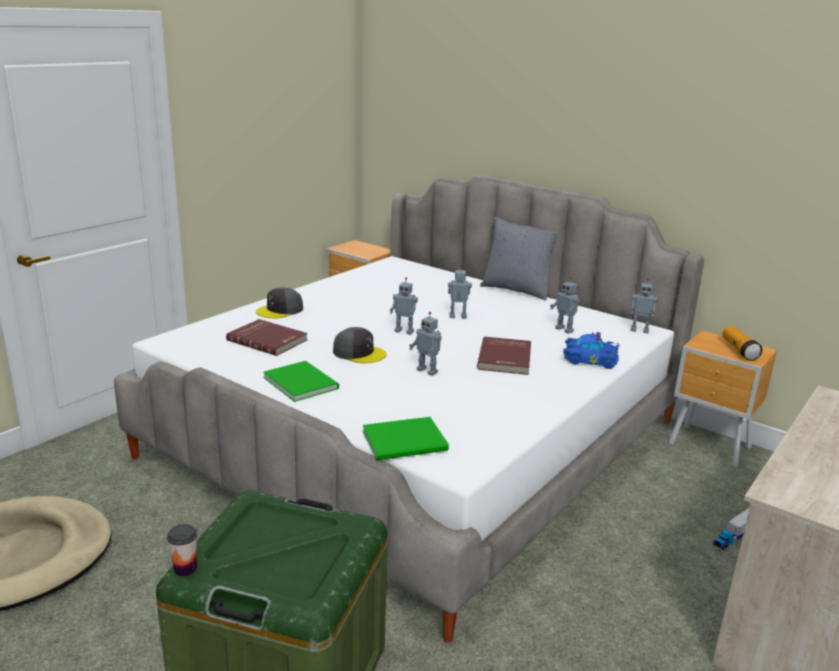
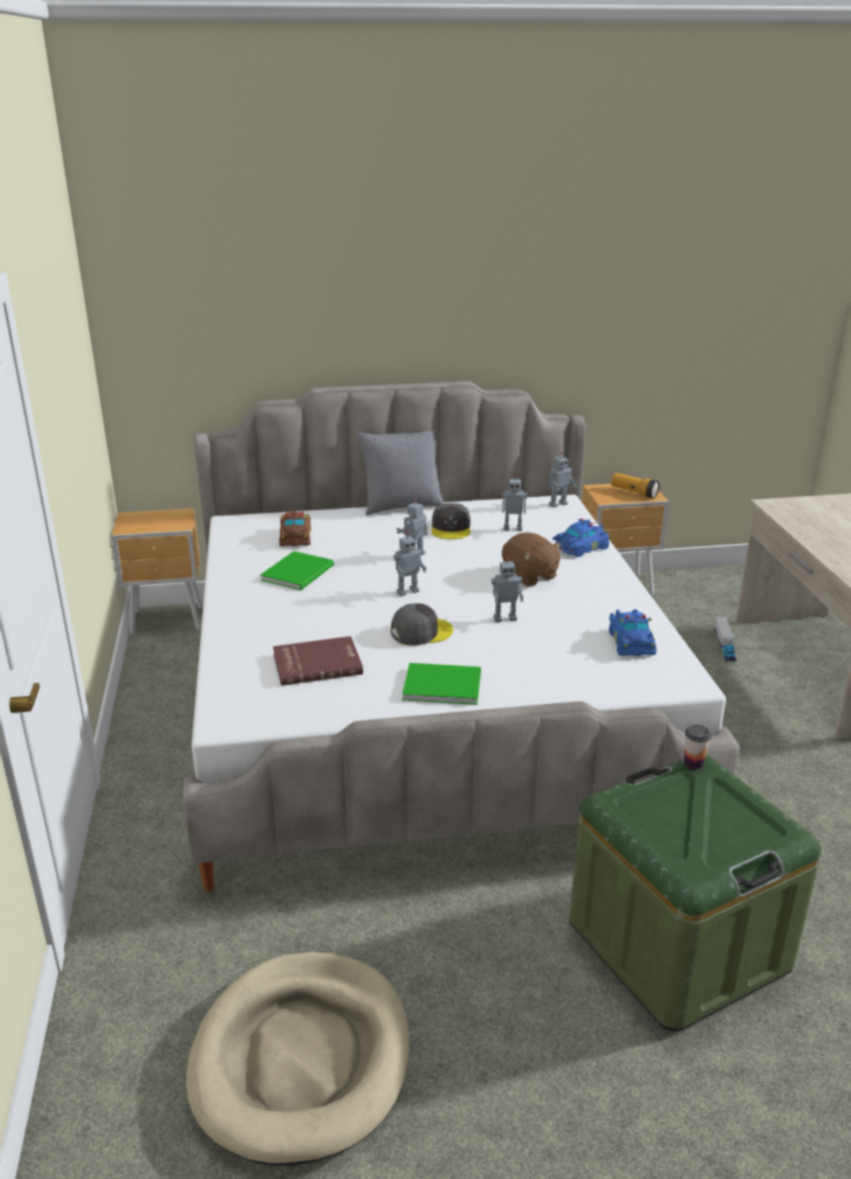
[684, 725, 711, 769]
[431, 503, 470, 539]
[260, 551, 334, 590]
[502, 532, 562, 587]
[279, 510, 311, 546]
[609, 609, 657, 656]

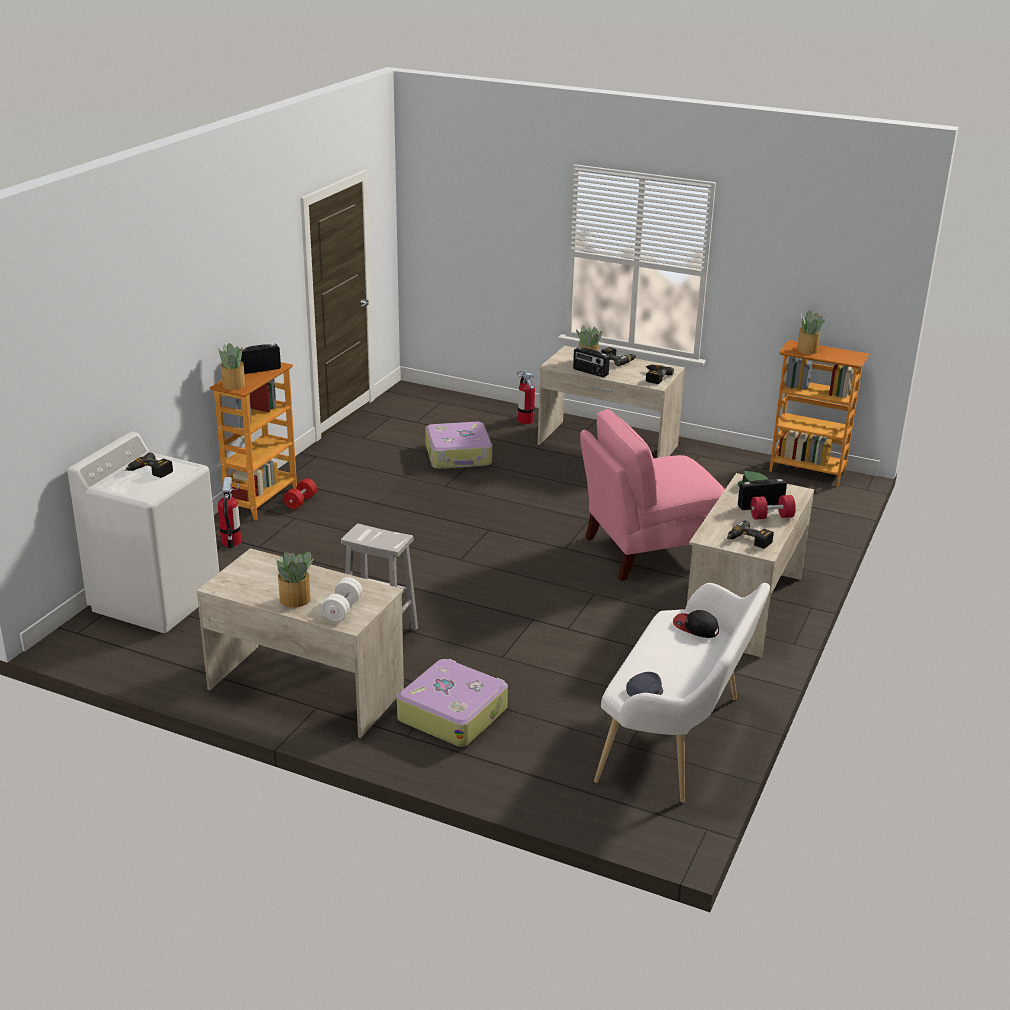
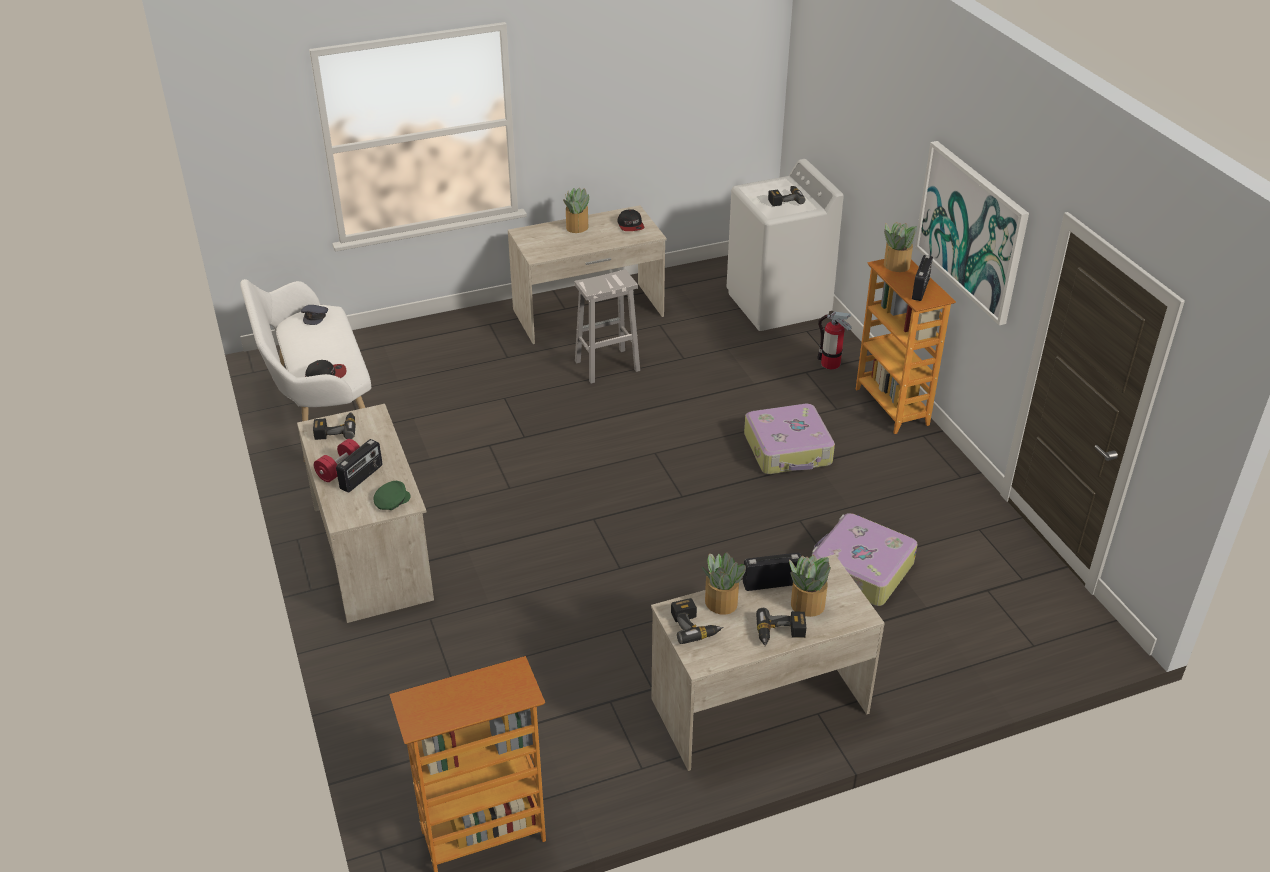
[283, 478, 317, 509] (first image)
[321, 577, 363, 622] (first image)
[744, 404, 835, 474]
[517, 371, 535, 424] (first image)
[580, 408, 725, 581] (first image)
[702, 552, 746, 615]
[617, 209, 644, 231]
[915, 141, 1029, 325]

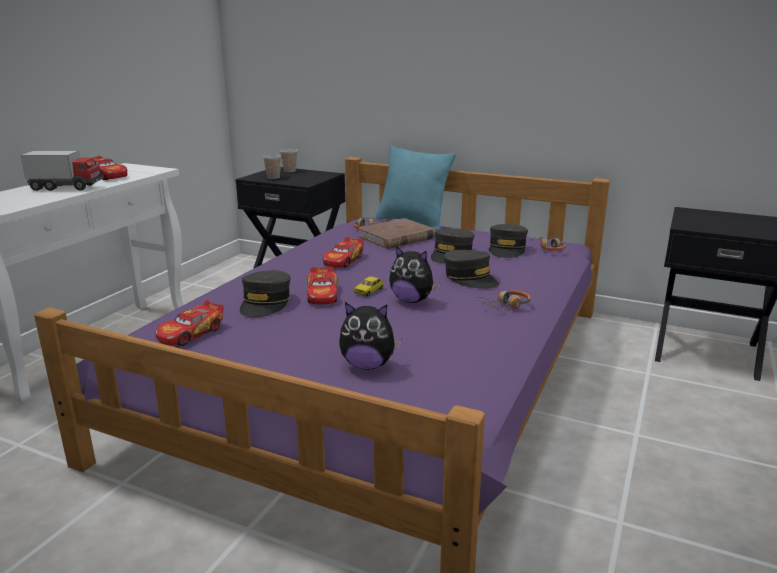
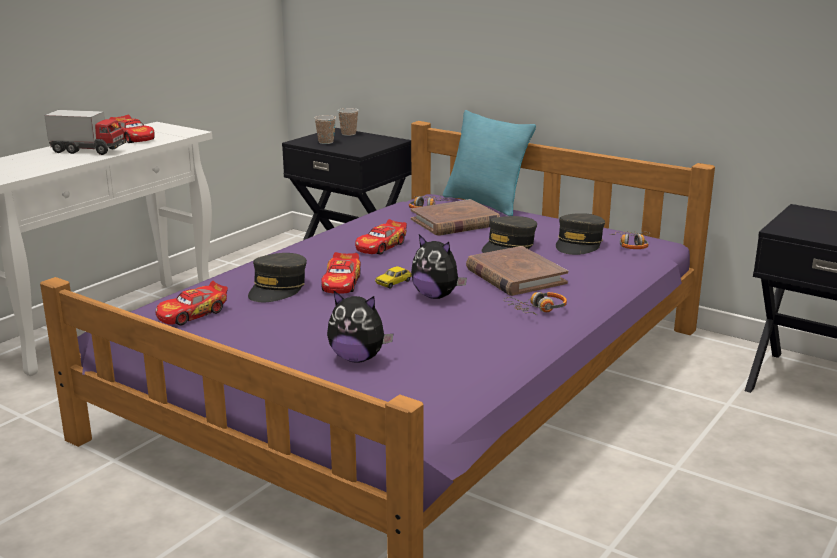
[466, 246, 568, 296]

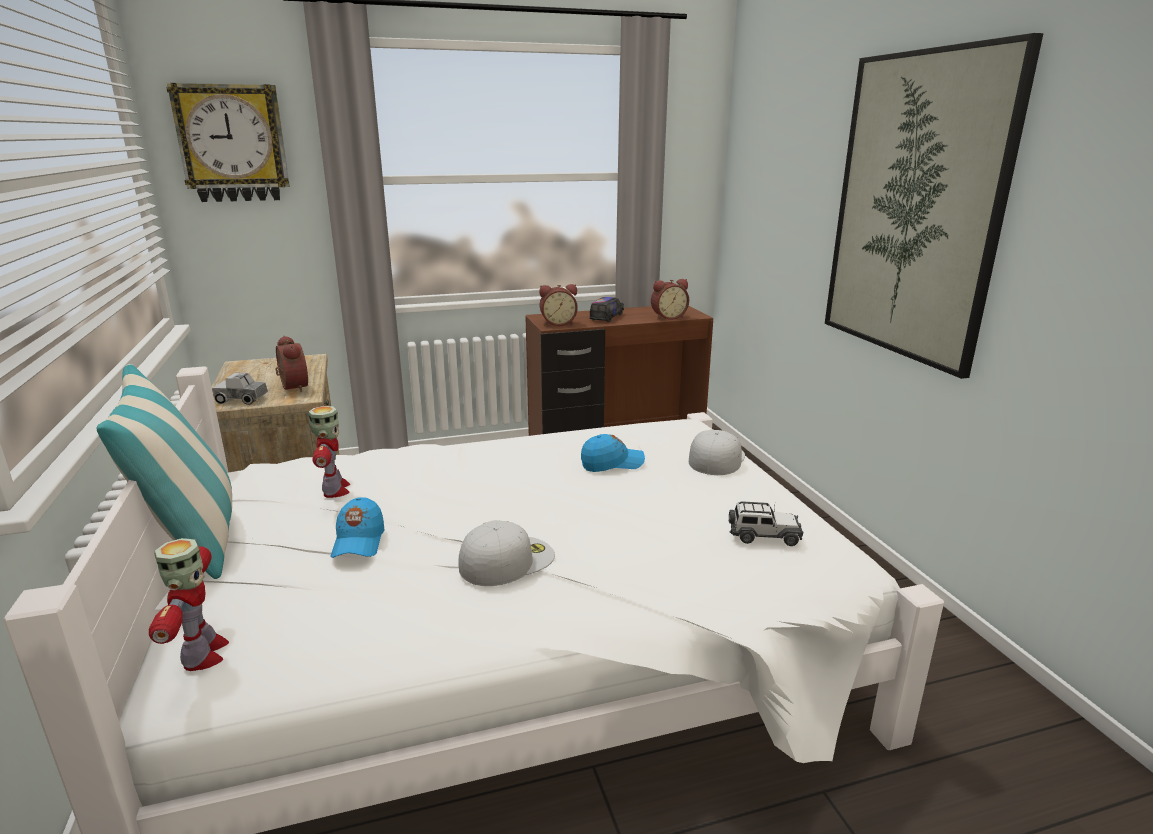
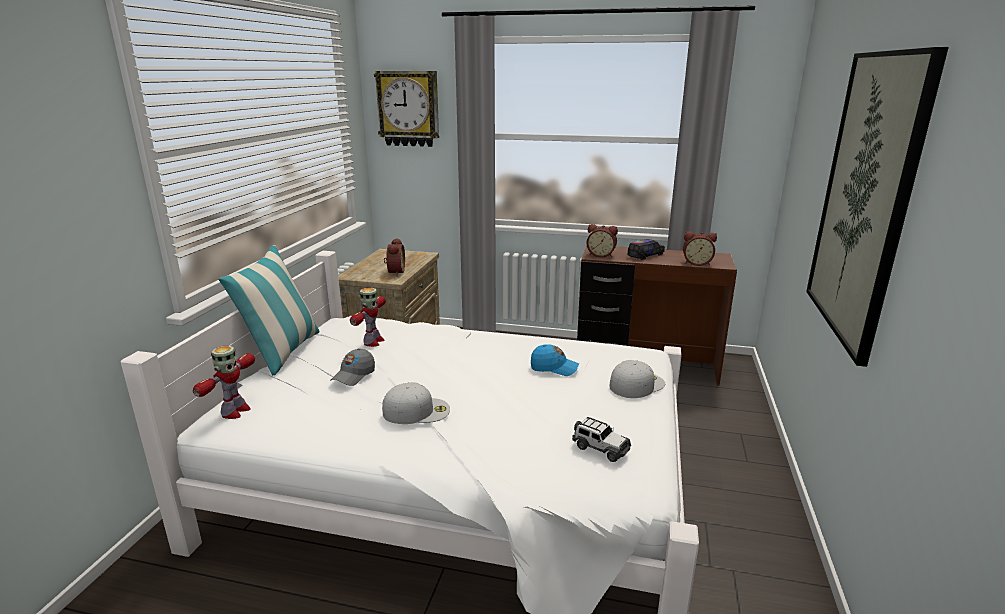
[212, 373, 268, 405] (first image)
[331, 348, 375, 386]

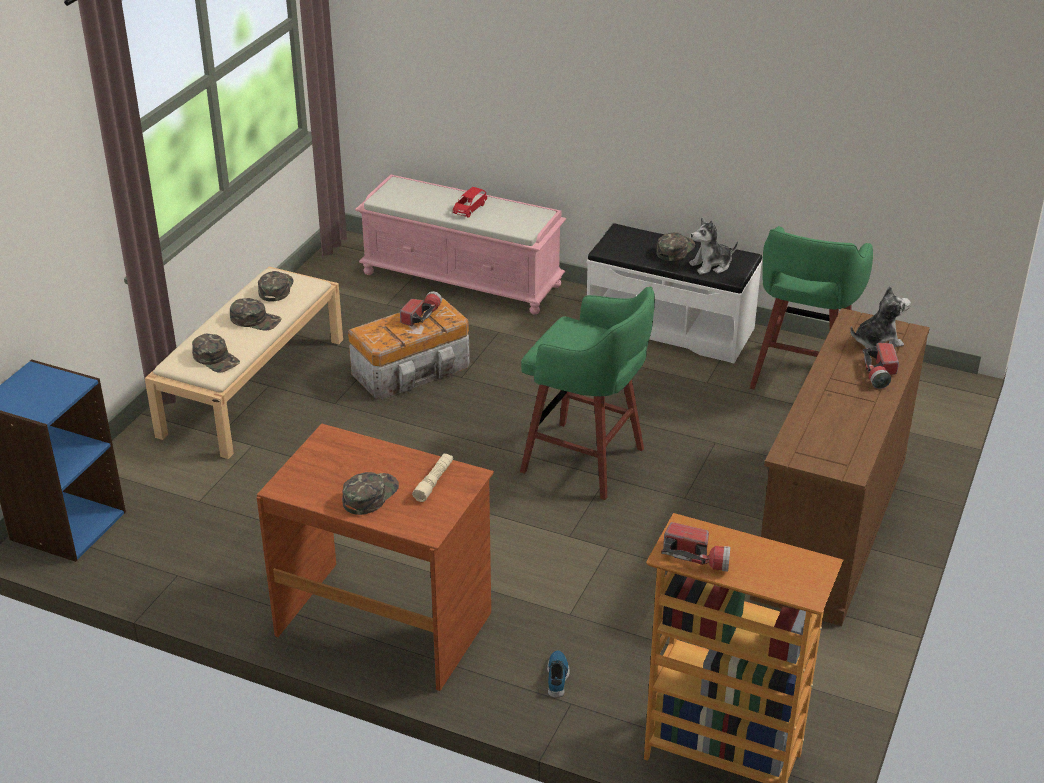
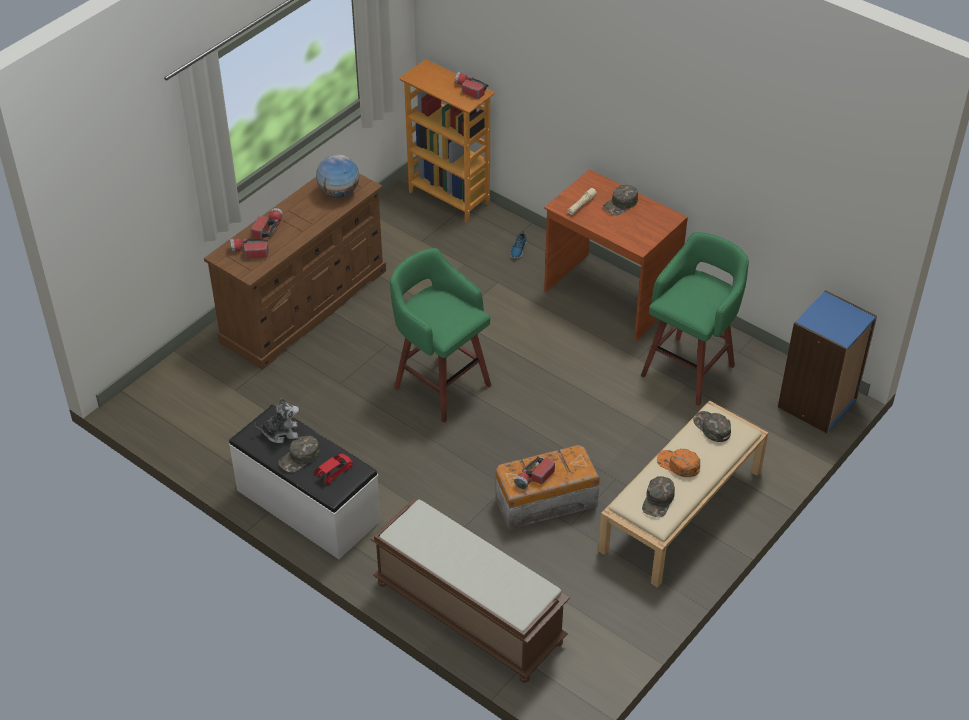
[657, 449, 700, 477]
[370, 498, 570, 683]
[314, 454, 353, 484]
[641, 232, 749, 406]
[230, 238, 269, 258]
[316, 154, 359, 198]

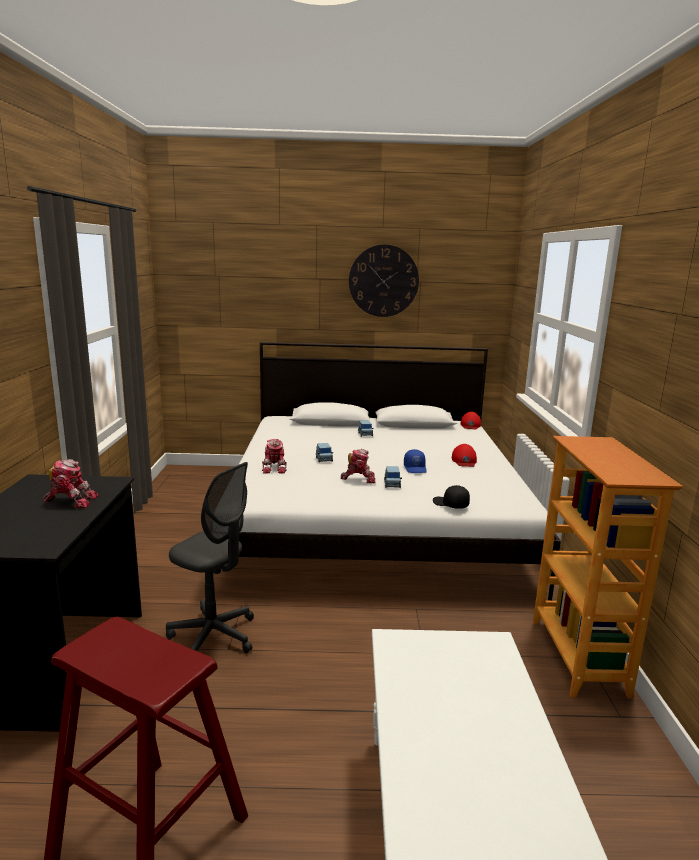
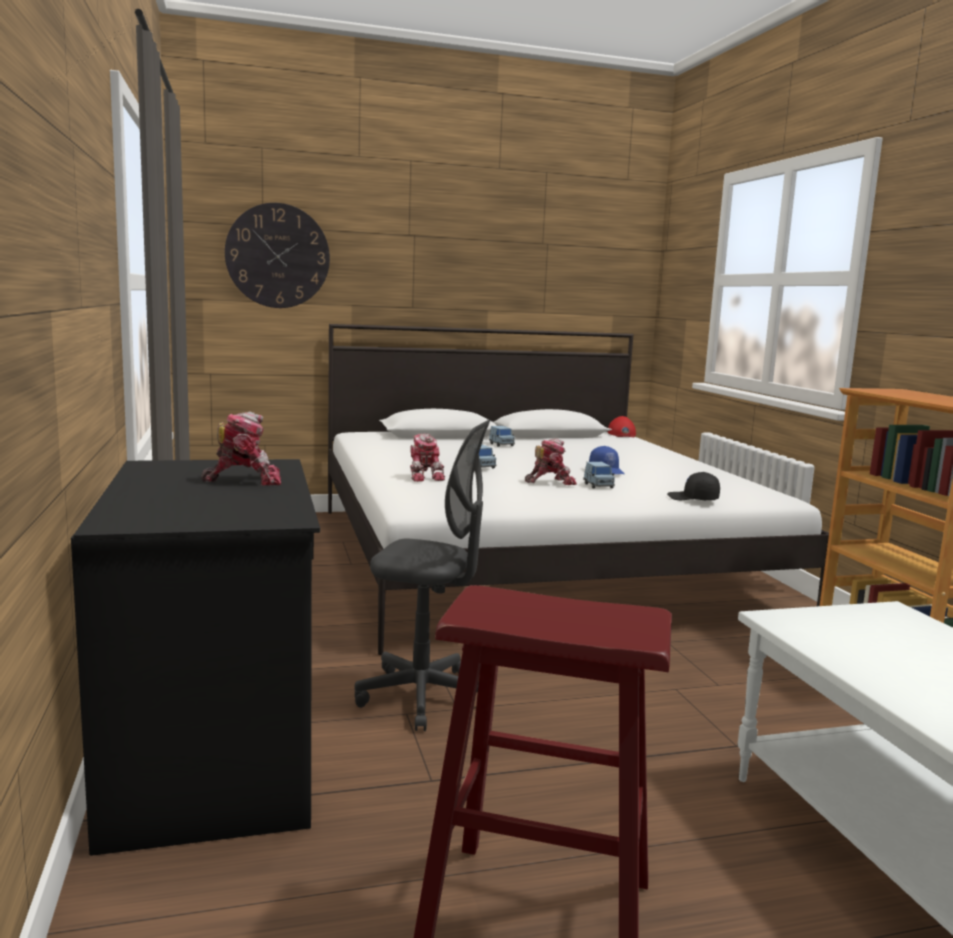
[225, 203, 330, 308]
[452, 444, 477, 467] (first image)

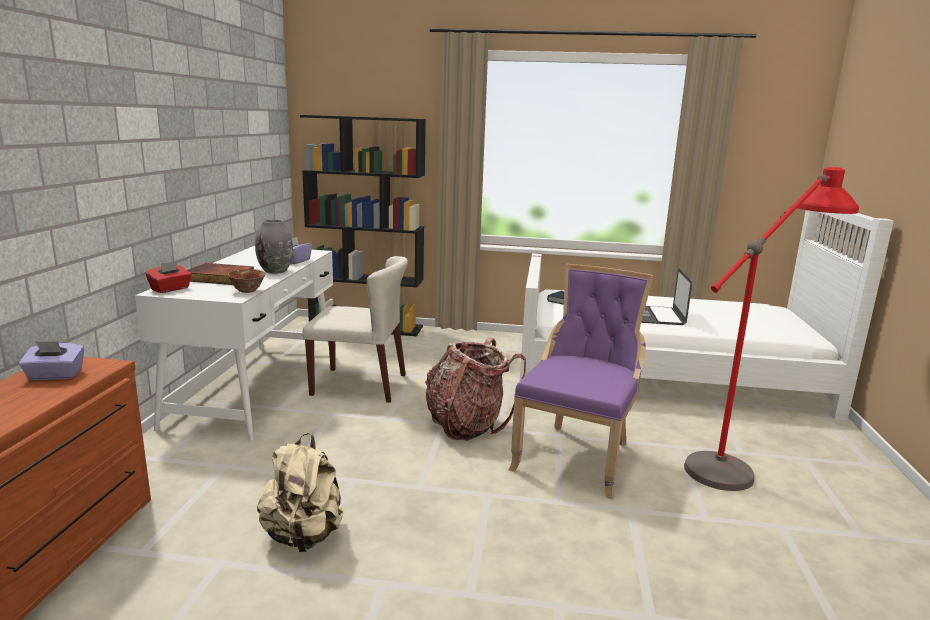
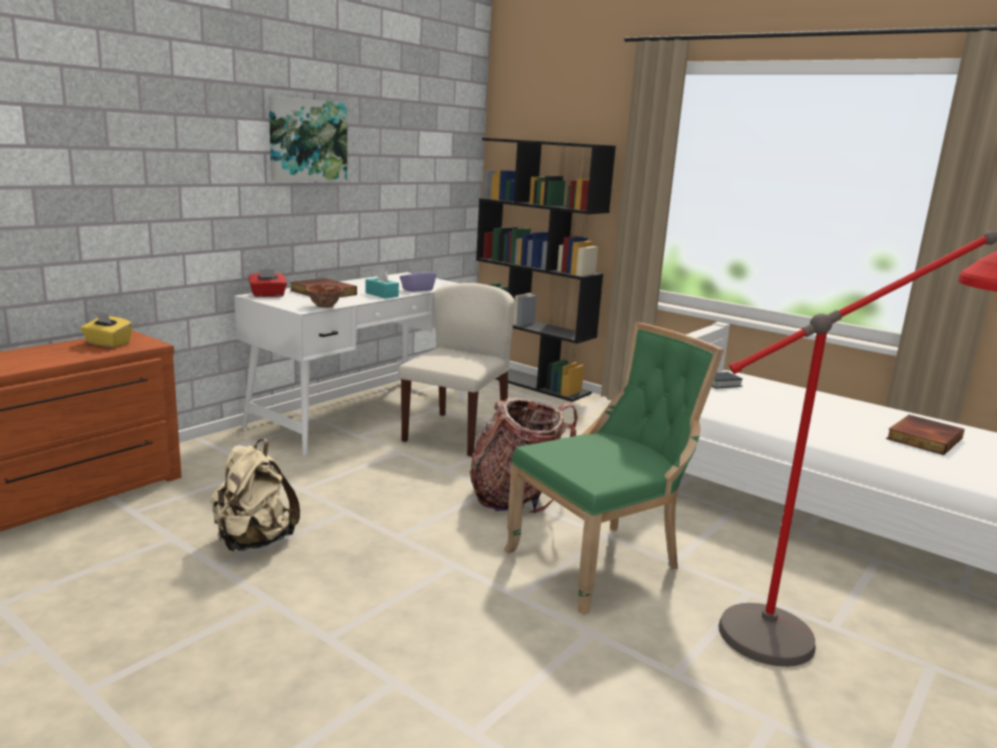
[80, 311, 132, 348]
[365, 268, 399, 299]
[398, 283, 515, 457]
[504, 322, 724, 615]
[641, 268, 692, 325] (first image)
[269, 96, 347, 181]
[886, 415, 964, 455]

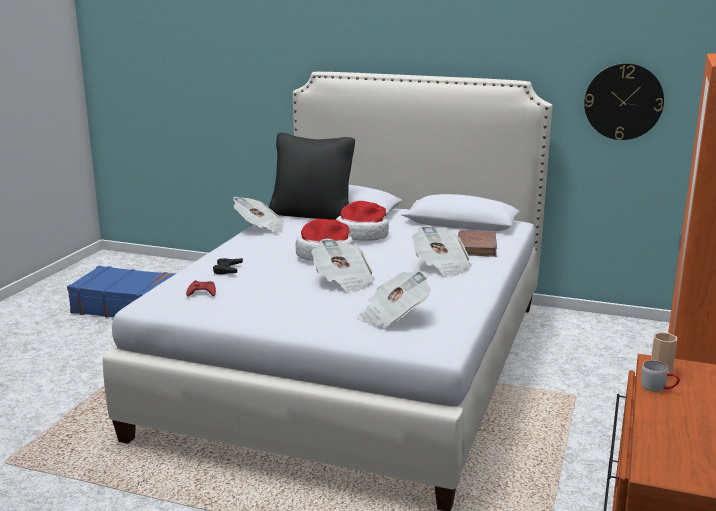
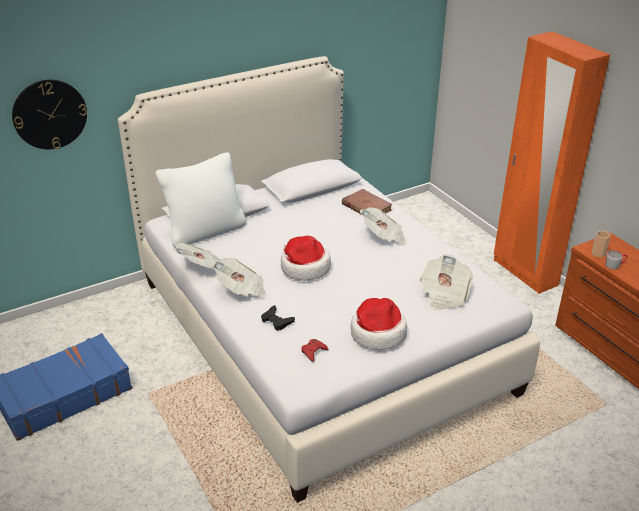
[155, 152, 246, 248]
[212, 258, 266, 297]
[350, 298, 407, 350]
[12, 80, 87, 149]

